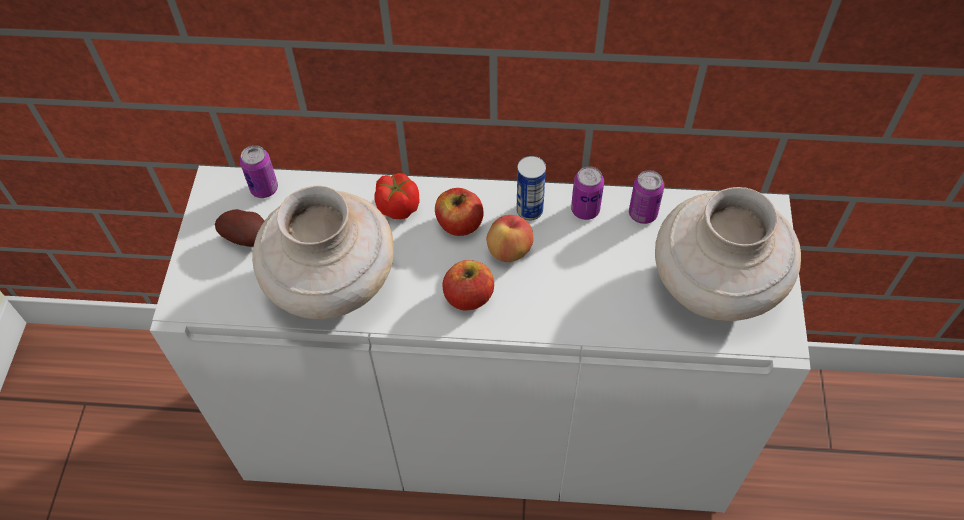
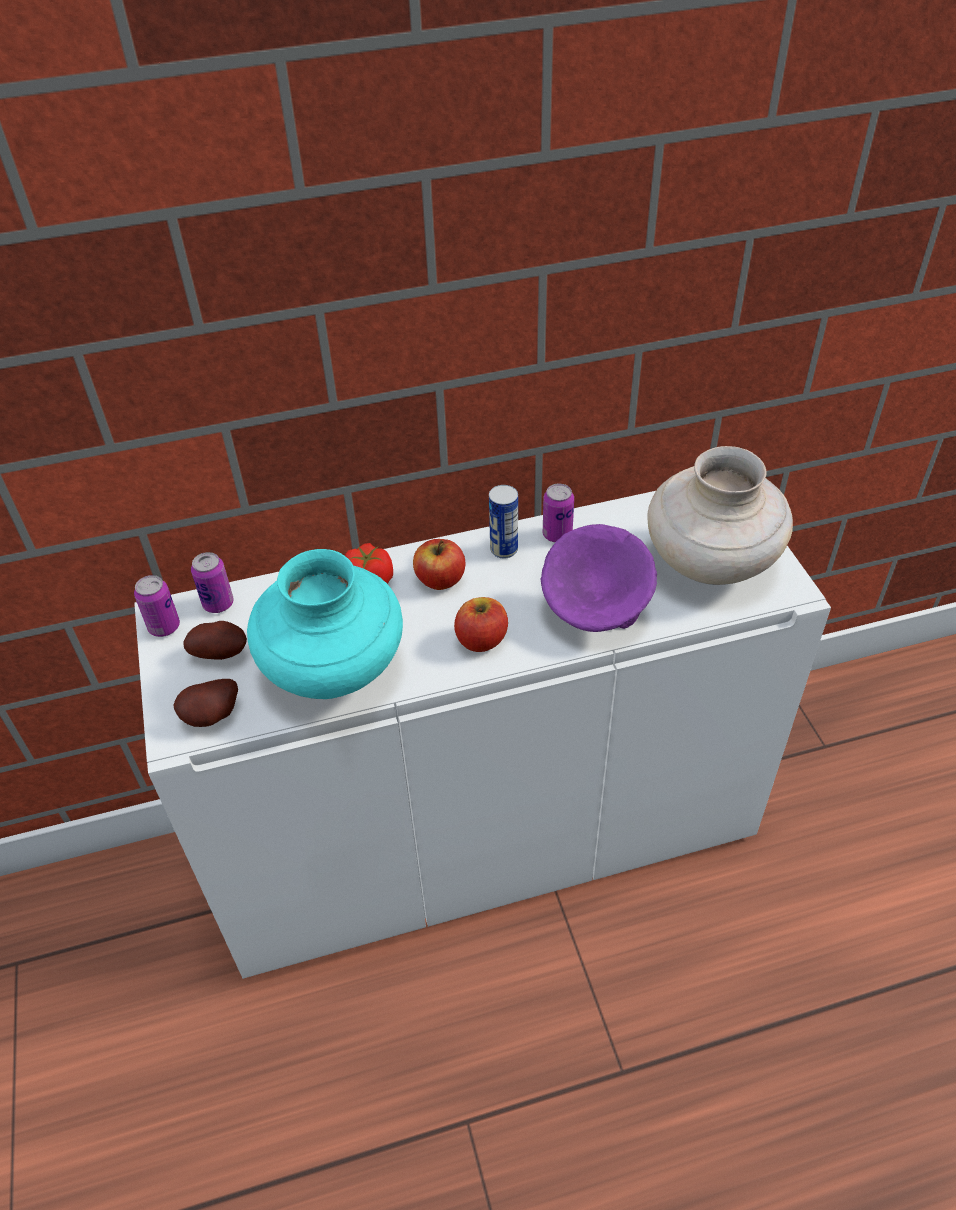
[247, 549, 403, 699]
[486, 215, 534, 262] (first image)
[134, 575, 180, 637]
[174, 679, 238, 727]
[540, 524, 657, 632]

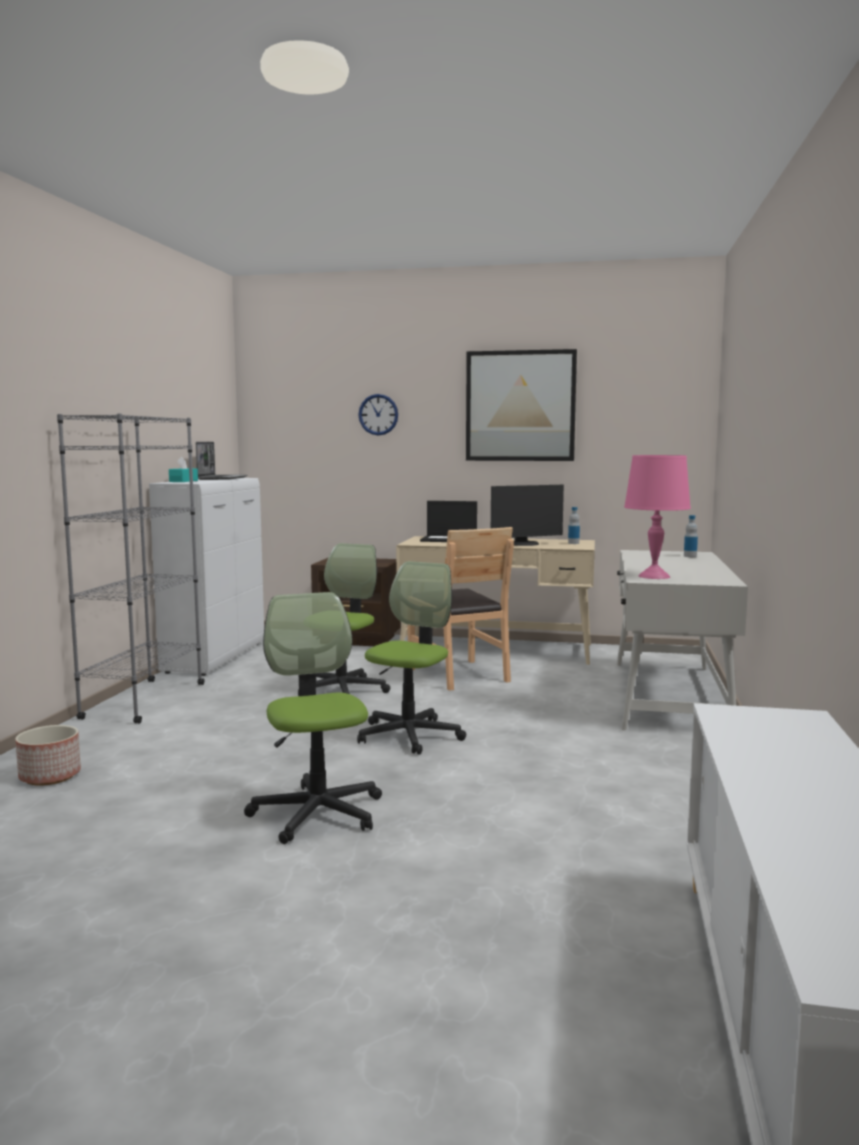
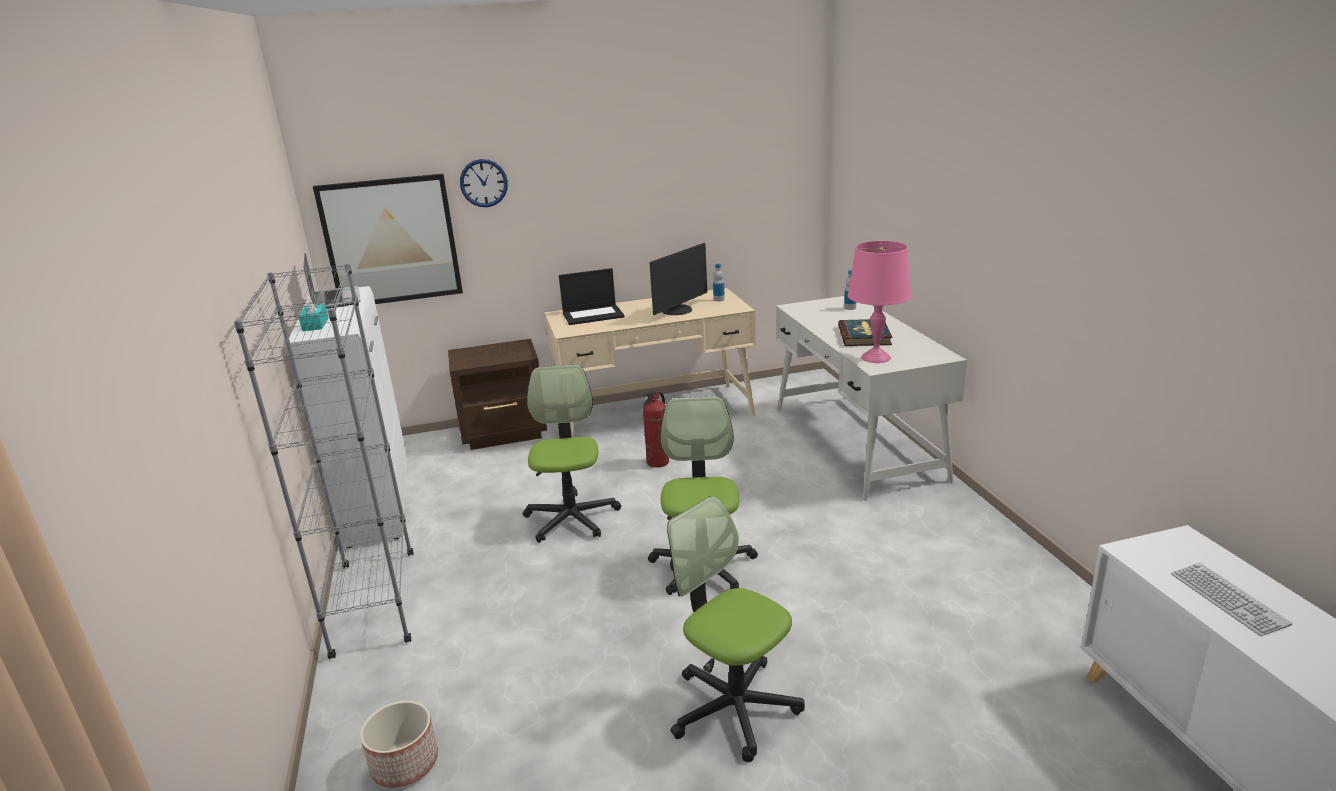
[643, 391, 669, 468]
[313, 174, 463, 304]
[838, 319, 892, 346]
[1171, 562, 1292, 636]

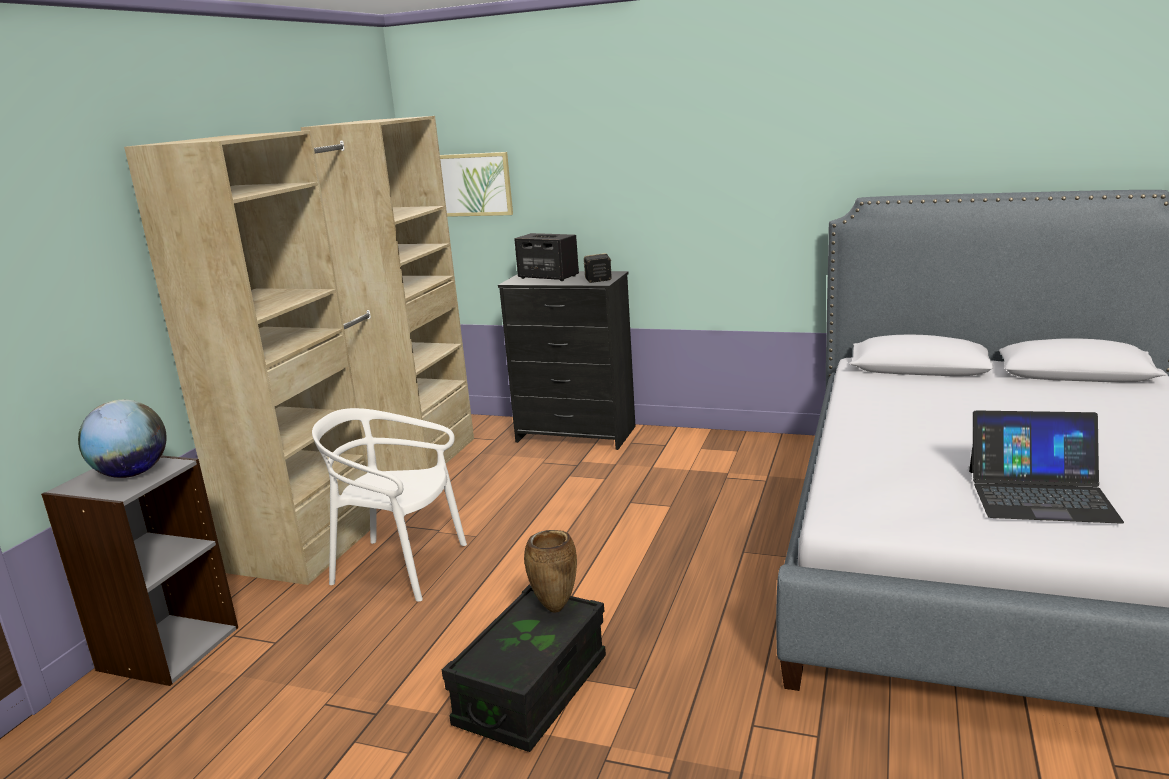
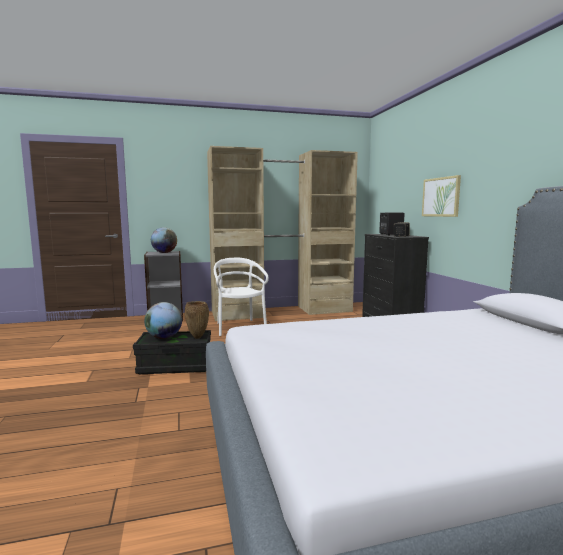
[422, 175, 461, 217]
[969, 410, 1124, 524] (first image)
[144, 302, 182, 339]

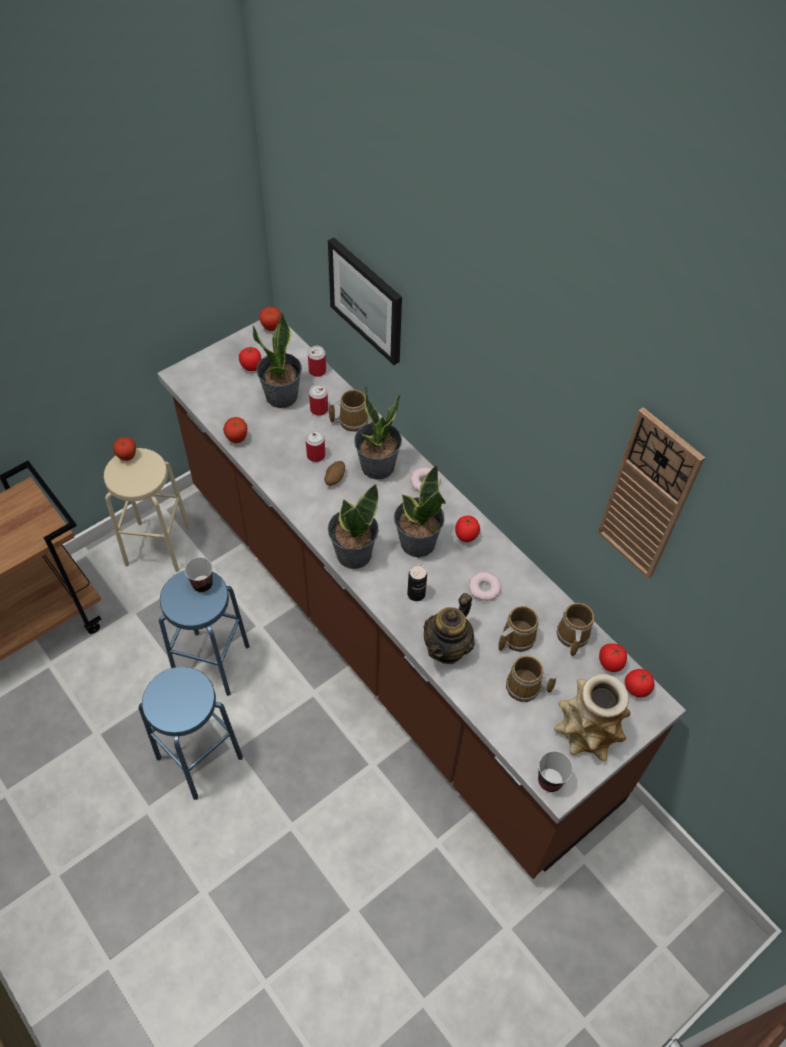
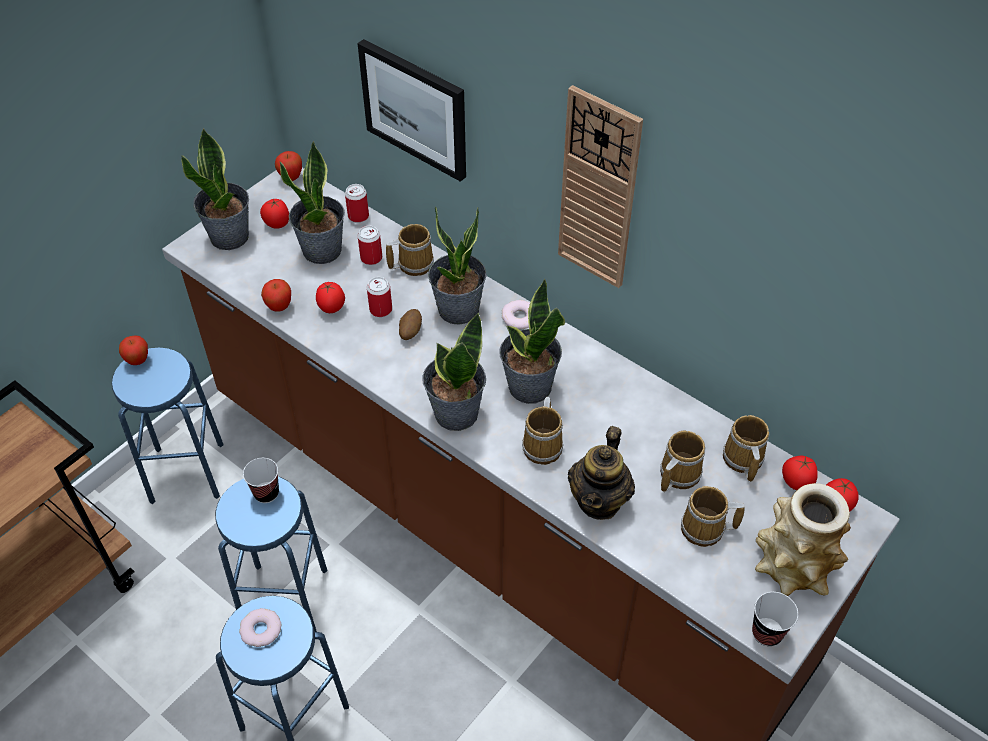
[112, 348, 224, 504]
[522, 397, 564, 465]
[316, 282, 345, 313]
[239, 608, 281, 647]
[558, 85, 643, 288]
[181, 128, 249, 250]

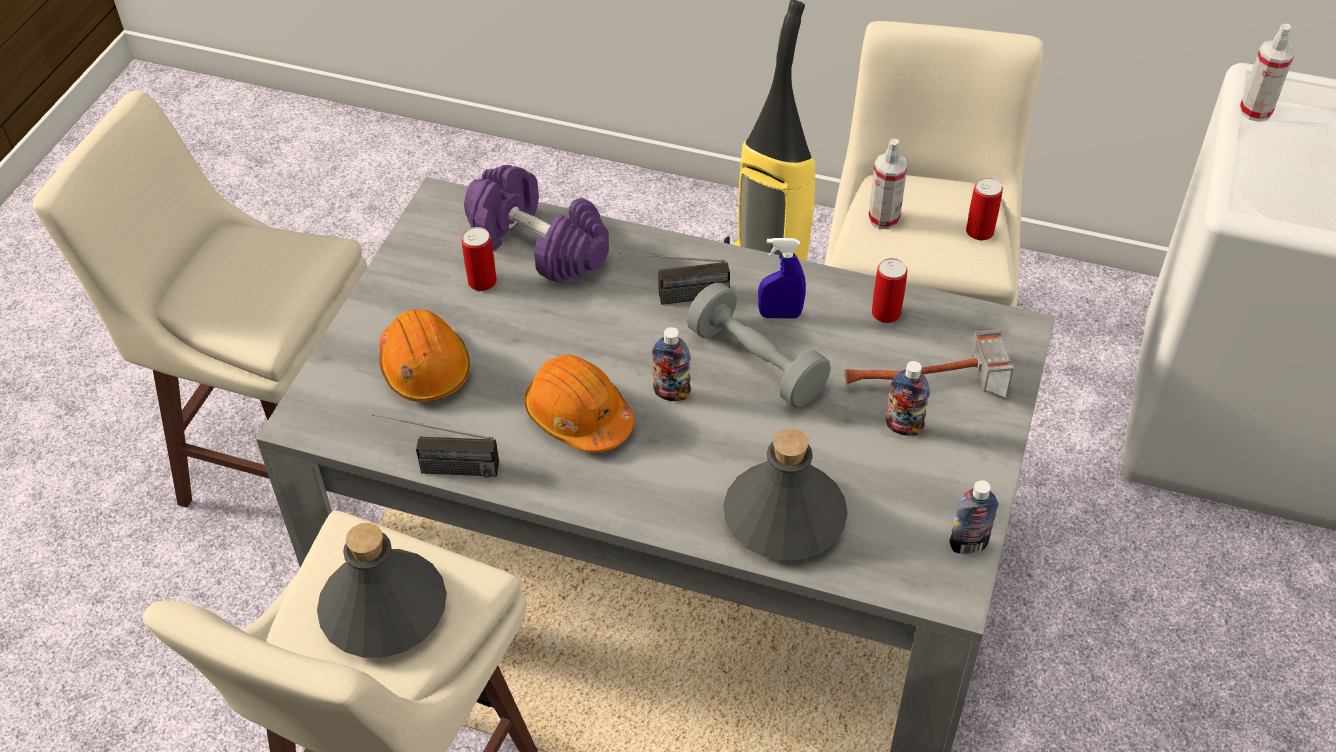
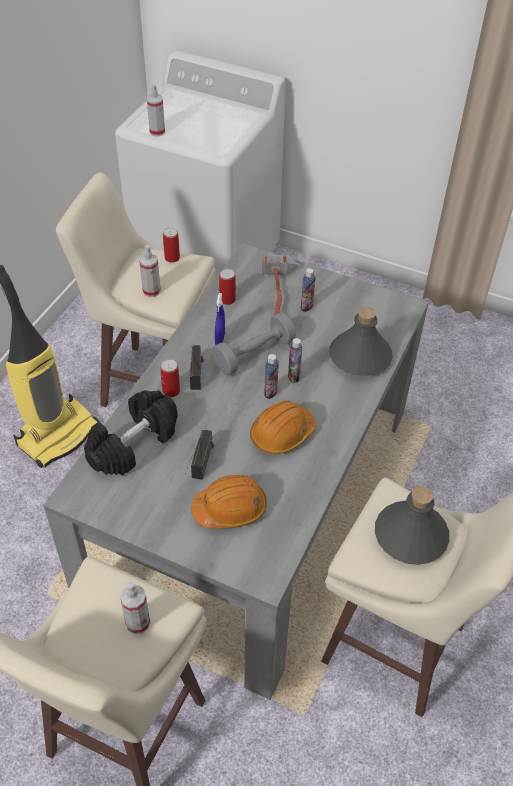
[185, 430, 214, 480]
[160, 359, 180, 397]
[84, 390, 178, 476]
[288, 338, 302, 383]
[120, 581, 150, 634]

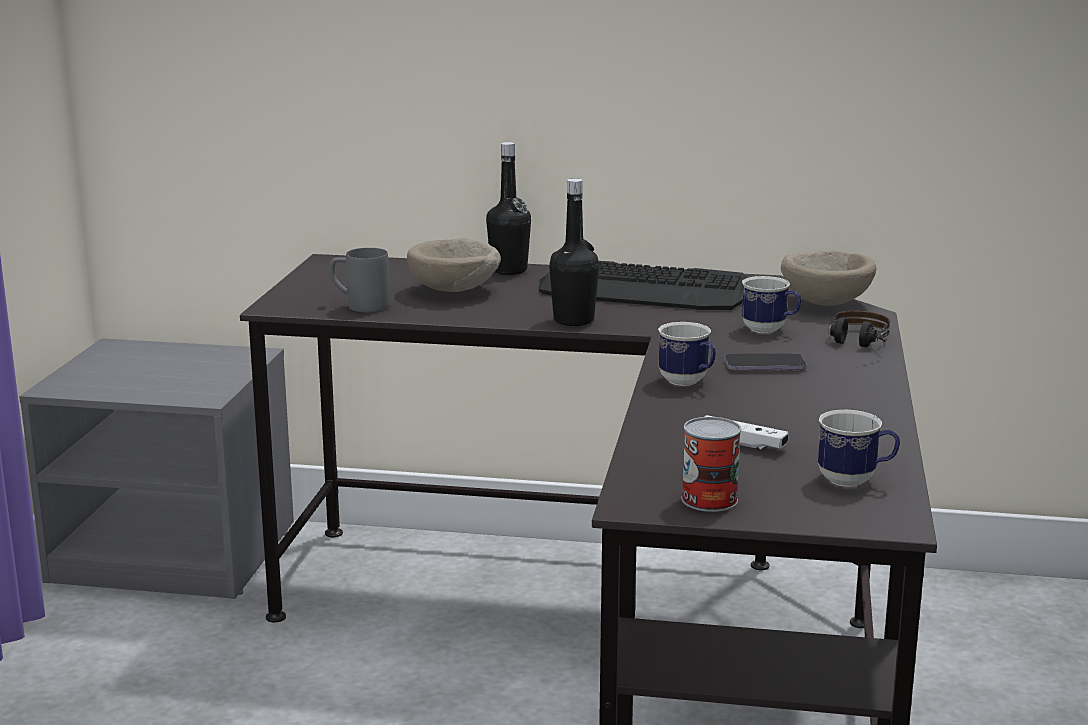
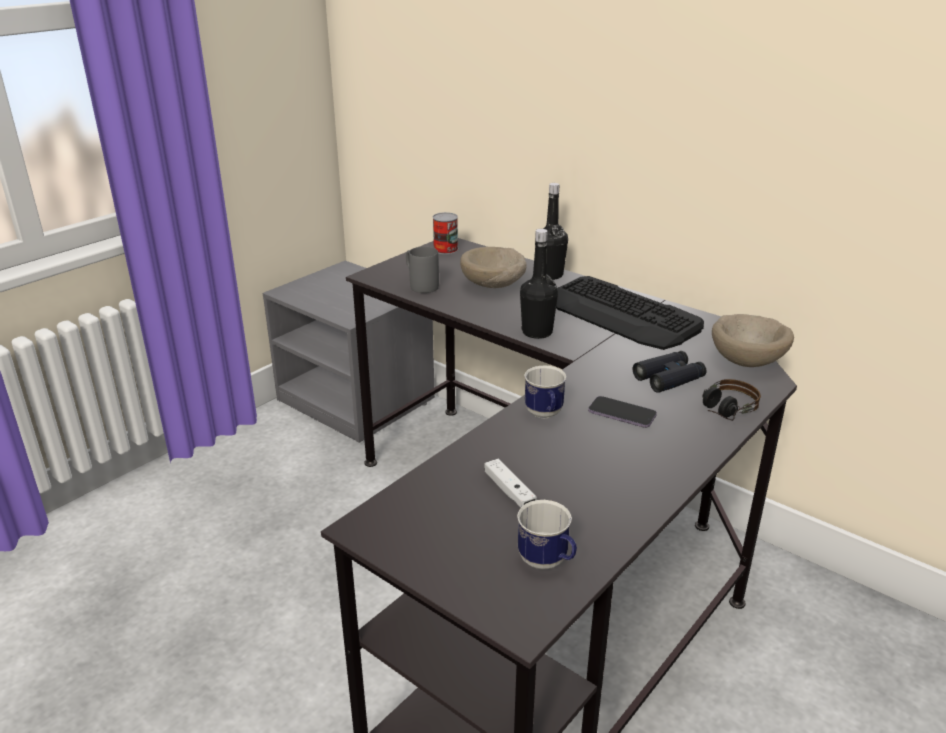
[433, 212, 458, 254]
[633, 351, 706, 393]

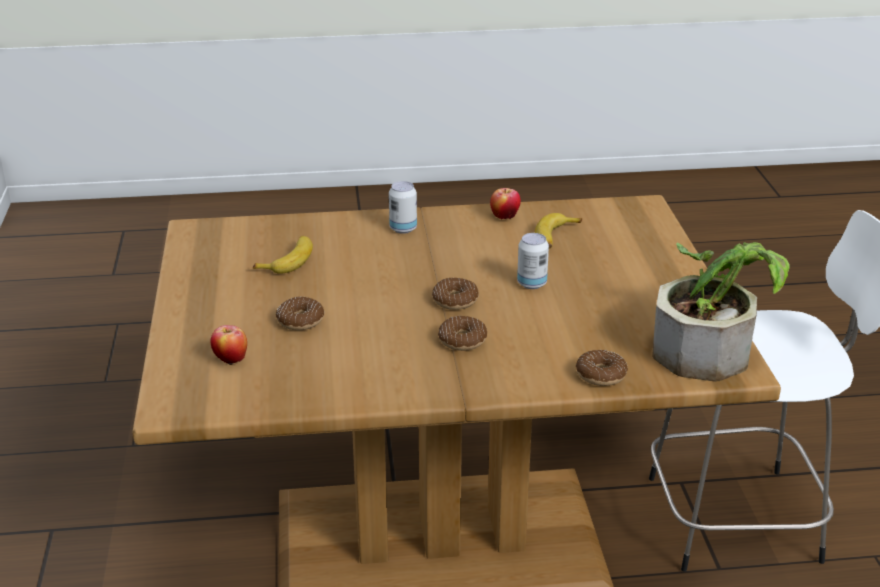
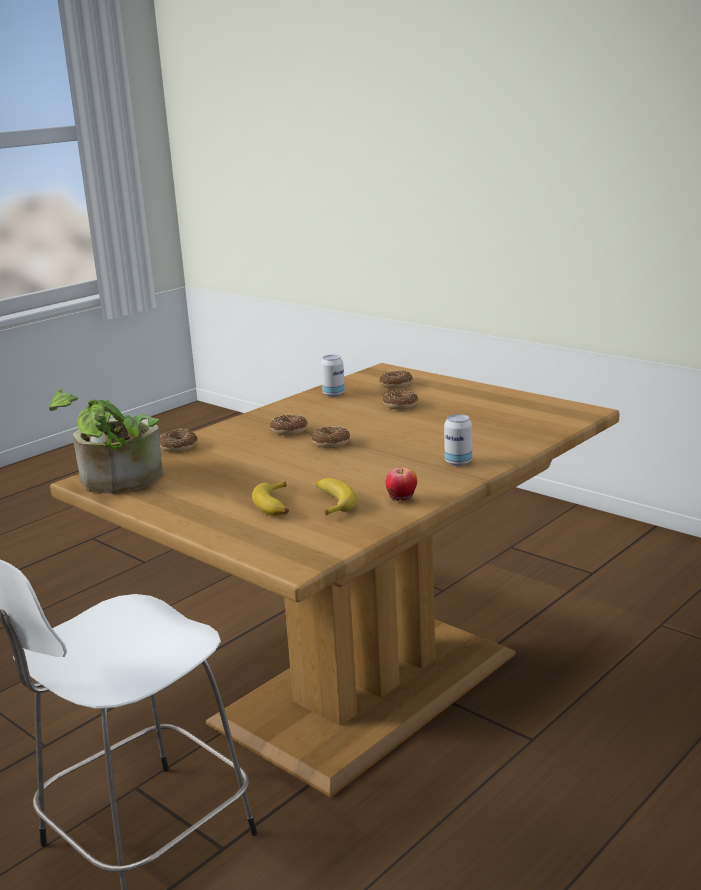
[379, 371, 413, 389]
[252, 482, 289, 516]
[321, 355, 345, 397]

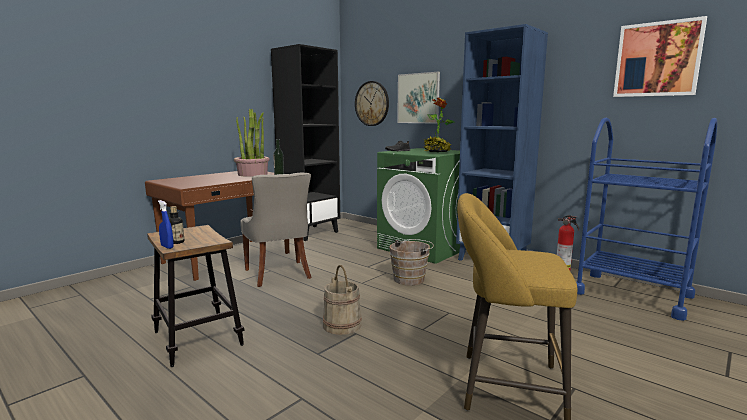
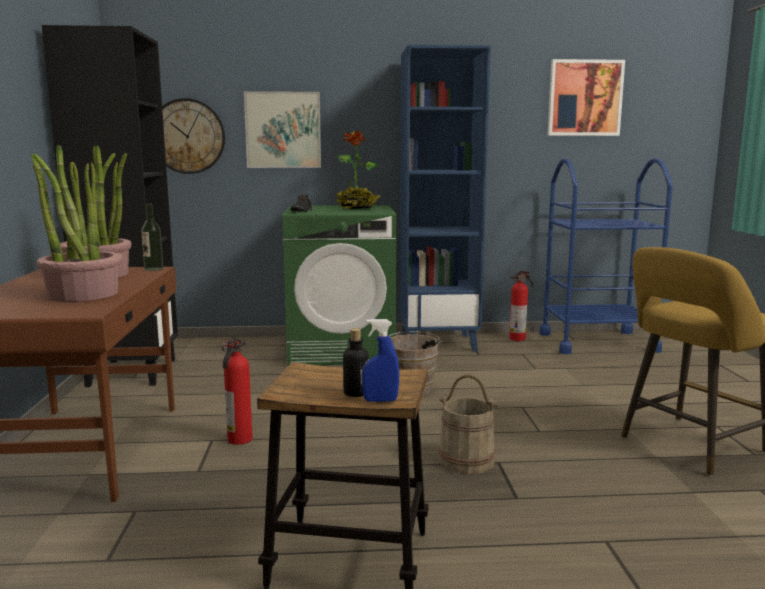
[222, 338, 253, 445]
[31, 145, 123, 302]

